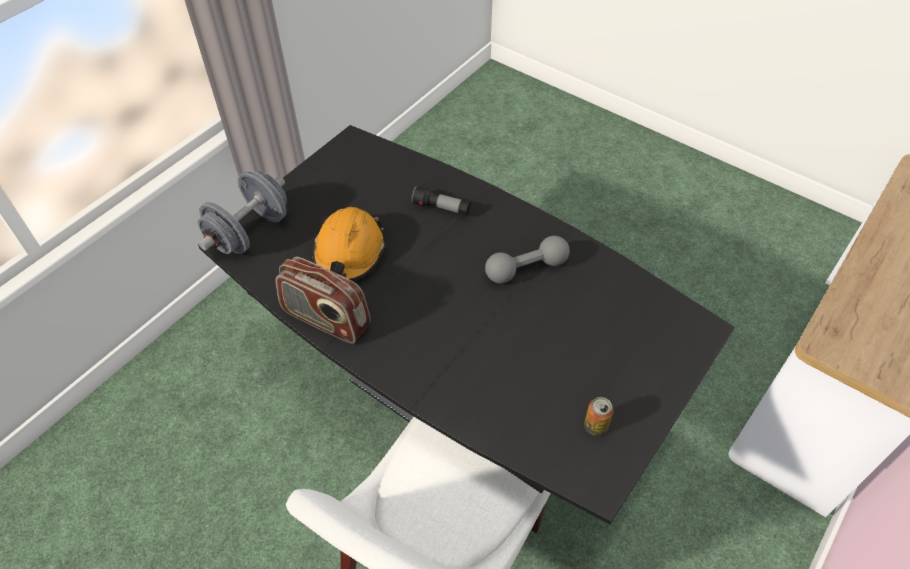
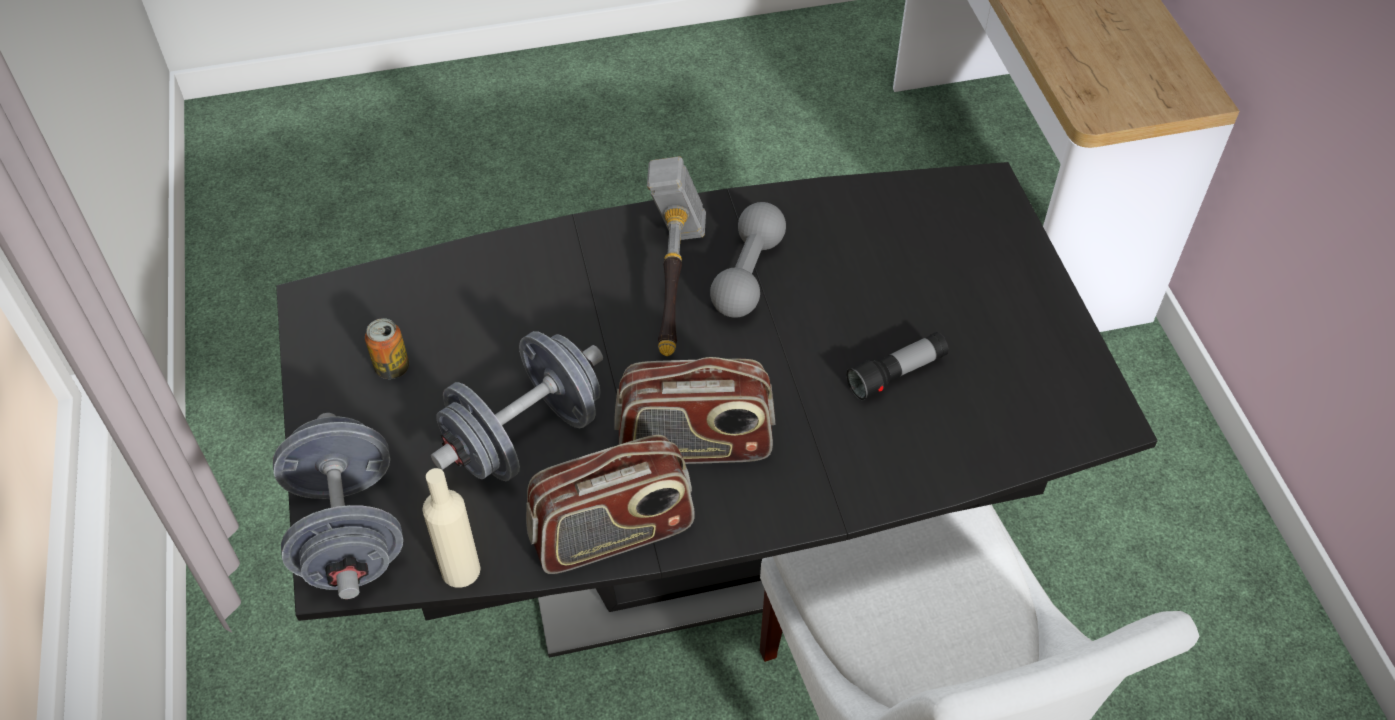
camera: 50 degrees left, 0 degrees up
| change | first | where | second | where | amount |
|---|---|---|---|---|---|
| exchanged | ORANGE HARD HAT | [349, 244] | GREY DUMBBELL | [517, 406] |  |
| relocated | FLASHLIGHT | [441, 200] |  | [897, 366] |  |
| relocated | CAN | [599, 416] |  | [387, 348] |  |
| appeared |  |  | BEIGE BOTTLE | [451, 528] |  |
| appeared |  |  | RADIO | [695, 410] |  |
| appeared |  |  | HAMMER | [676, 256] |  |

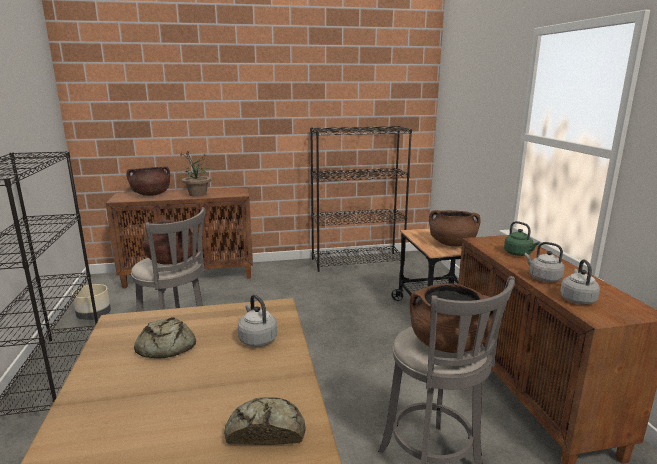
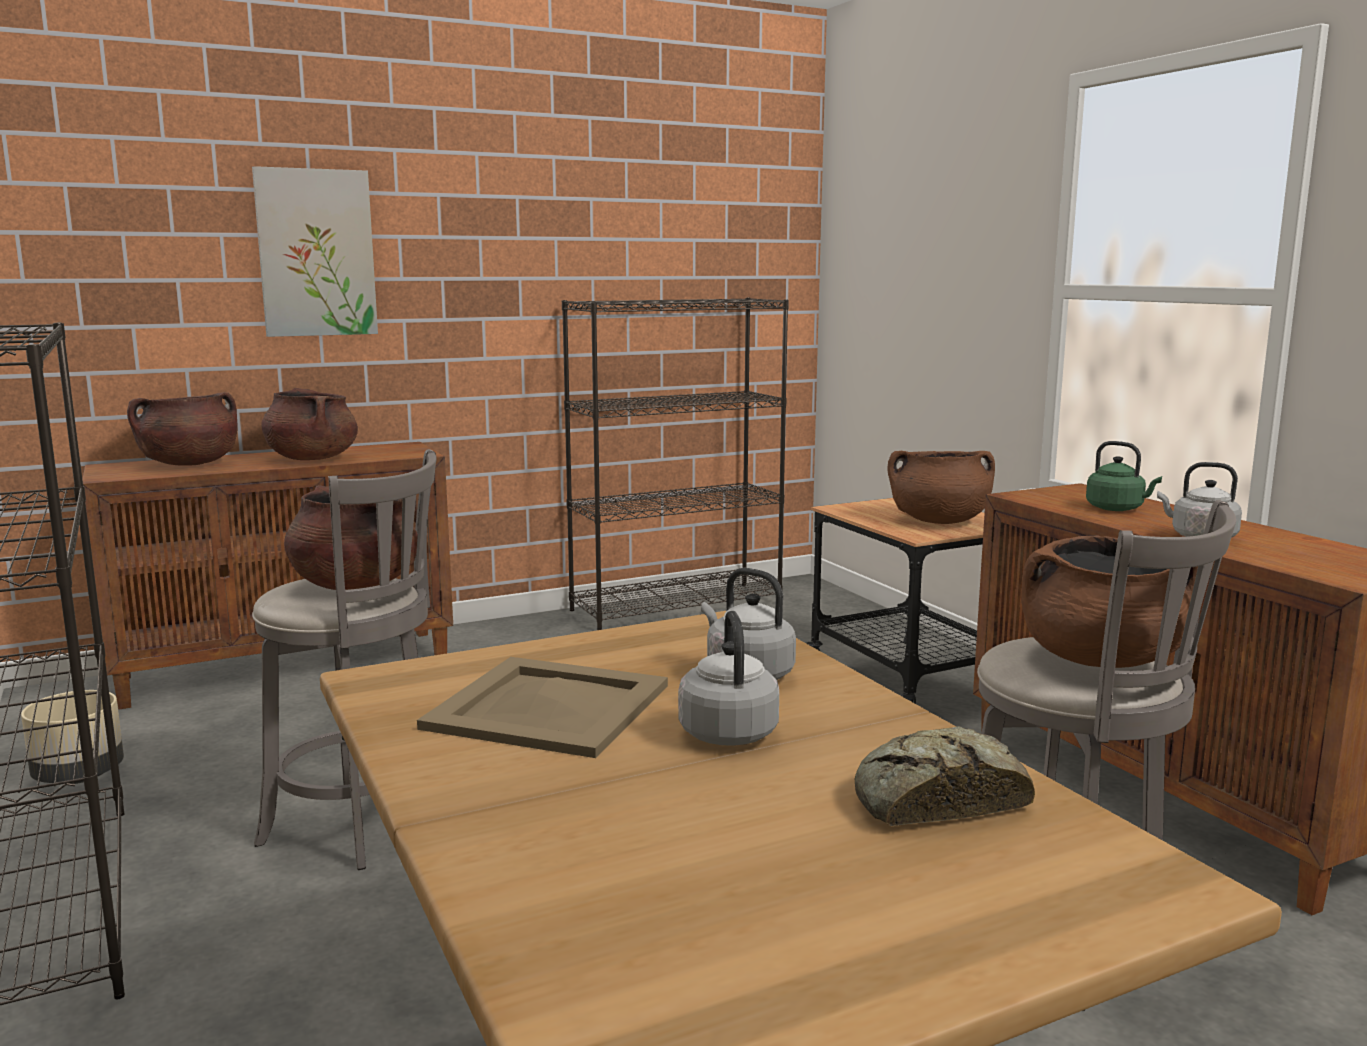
camera: 15 degrees left, 5 degrees down
| change | first | where | second | where | amount |
|---|---|---|---|---|---|
| exchanged | BREAD | [165, 338] | BEIGE TRAY | [542, 707] |  |
| exchanged | POTTED PLANT | [194, 174] | BROWN COOKING POT | [309, 424] |  |
| relocated | GREY KETTLE | [580, 282] |  | [728, 678] |  |
| appeared |  |  | PICTURE | [315, 251] |  |

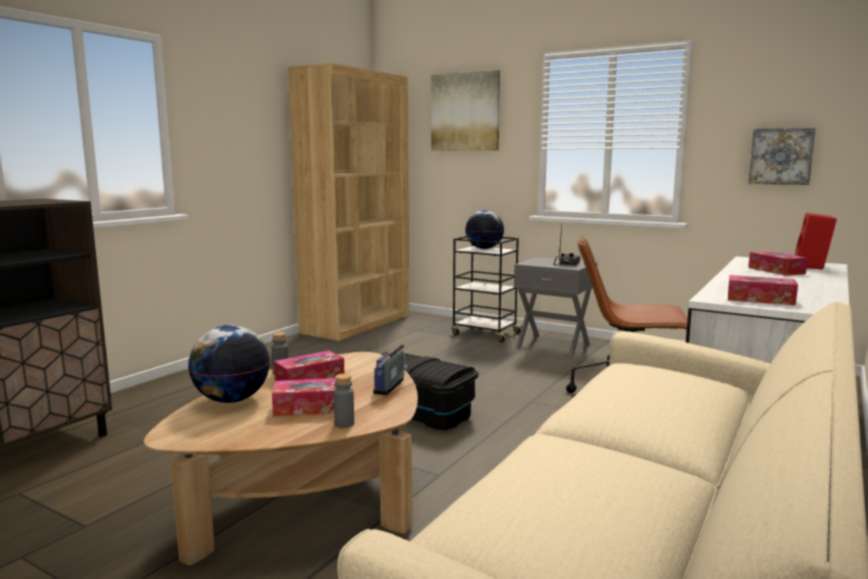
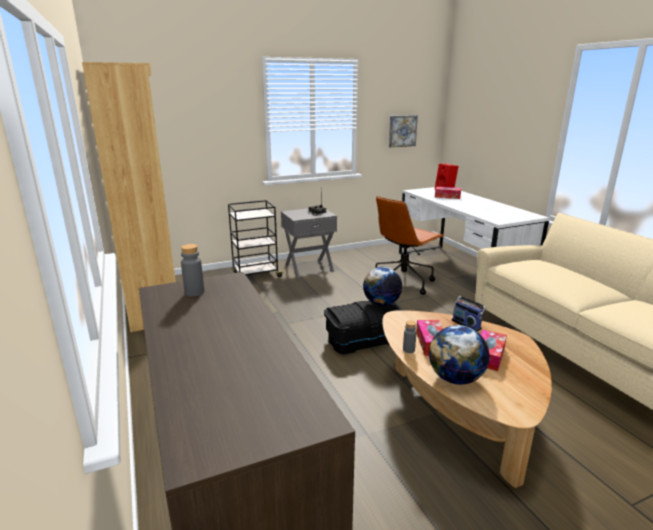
camera: 55 degrees left, 10 degrees up
| change | first | where | second | where | amount |
|---|---|---|---|---|---|
| relocated | GREY BOTTLE | [344, 401] |  | [192, 270] |  |
| missing | PICTURE | [465, 110] |  |  |  |
| relocated | GLOBE | [484, 229] |  | [383, 286] |  |
| missing | TISSUE BOX | [763, 290] |  |  |  |

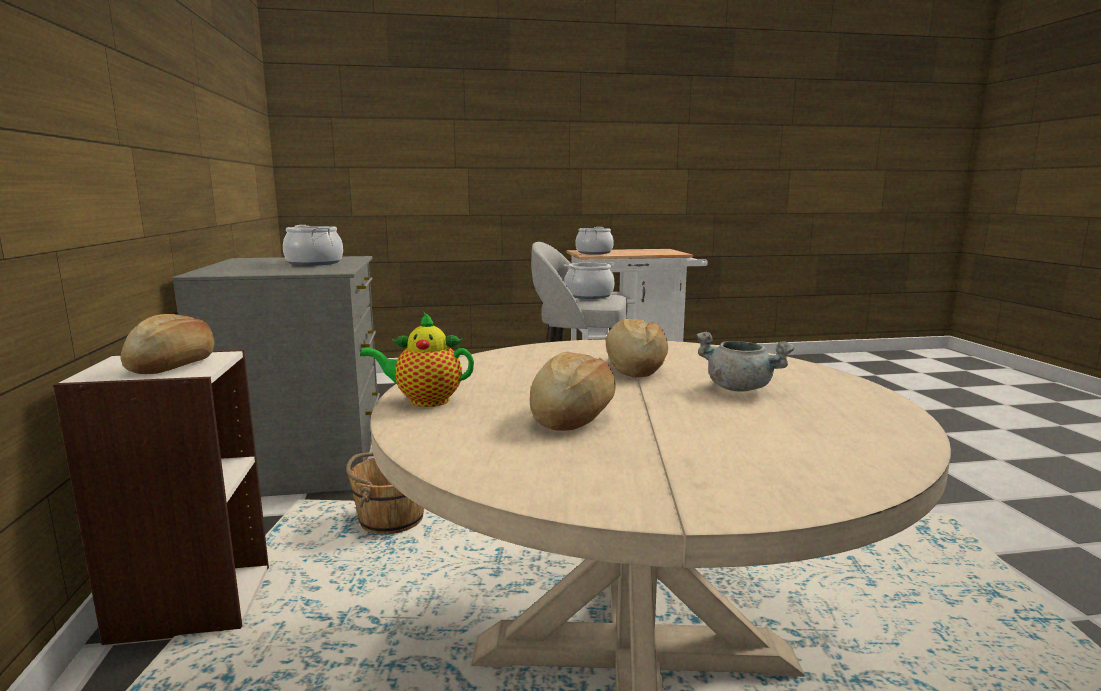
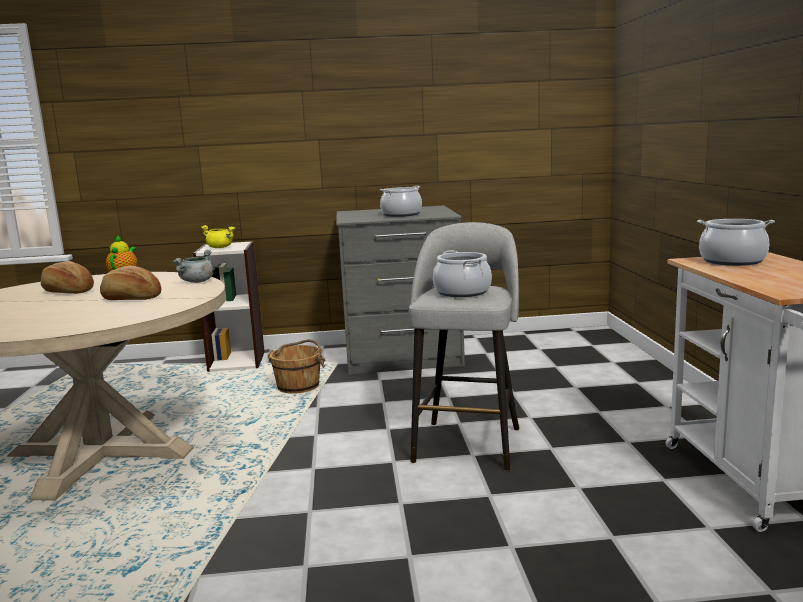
camera: 95 degrees right, 0 degrees up
| change | first | where | second | where | amount |
|---|---|---|---|---|---|
| exchanged | BREAD | [167, 344] | YELLOW COOKING POT | [218, 236] |  |
| relocated | GREY COOKING POT | [745, 362] |  | [193, 266] |  |

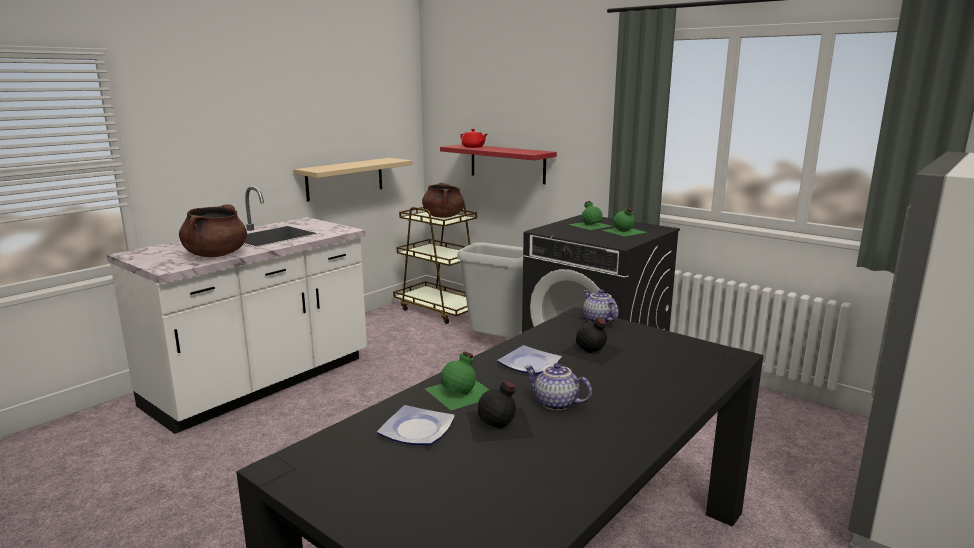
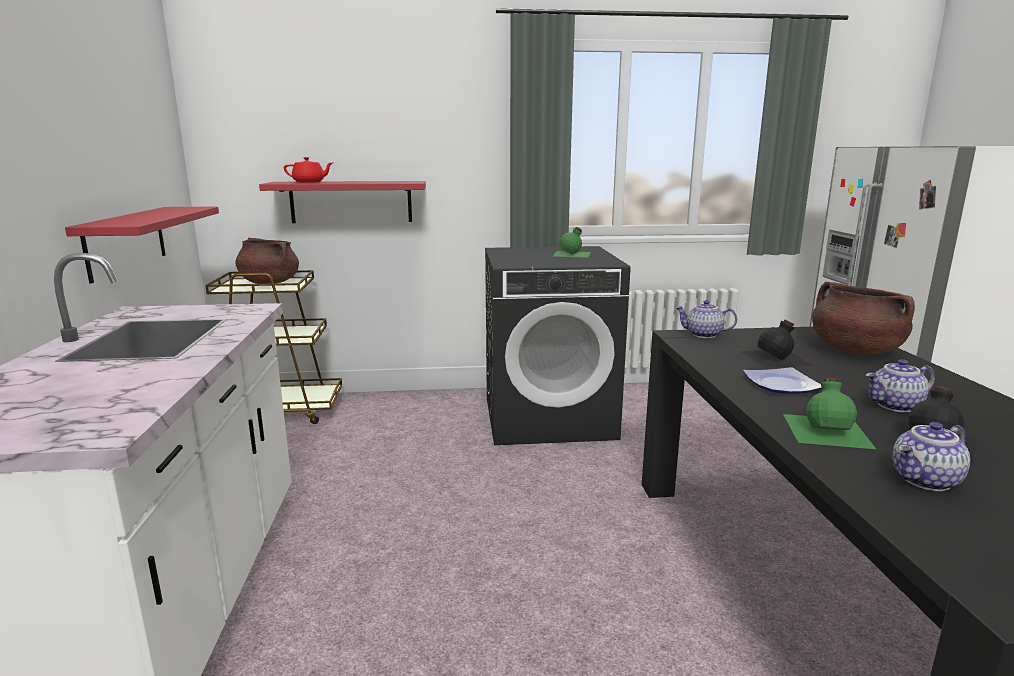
camera: 45 degrees left, 0 degrees up
| change | first | where | second | where | amount |
|---|---|---|---|---|---|
| relocated | BROWN COOKING POT | [213, 231] |  | [863, 317] |  |
| colour | BEIGE SHELF | [353, 180] | RED SHELF | [142, 245] |  |
| exchanged | PLATE | [416, 425] | TEAPOT | [931, 456] |  |
| missing | GREY TRASH CAN | [491, 290] |  |  |  |
| missing | GREEN BOTTLE | [589, 215] |  |  |  |

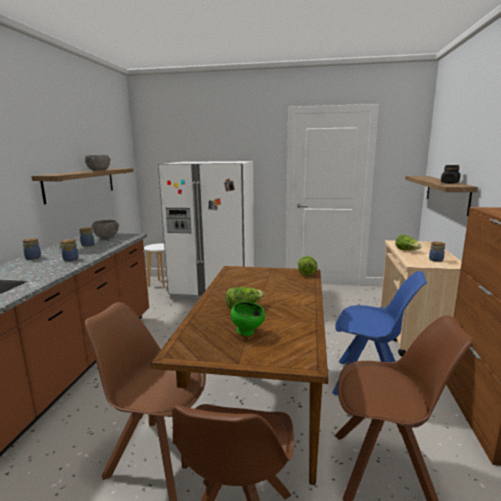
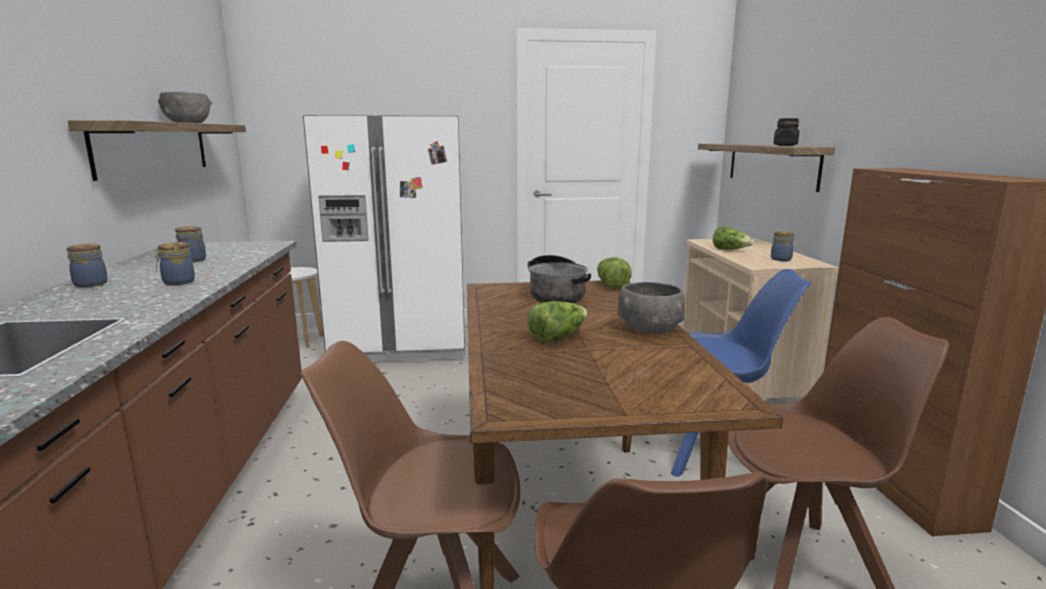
camera: 15 degrees left, 0 degrees up
| change | first | where | second | where | amount |
|---|---|---|---|---|---|
| relocated | GREY BOWL | [105, 229] |  | [651, 308] |  |
| missing | GREEN BOWL | [248, 318] |  |  |  |
| appeared |  |  | COOKING POT | [559, 279] |  |

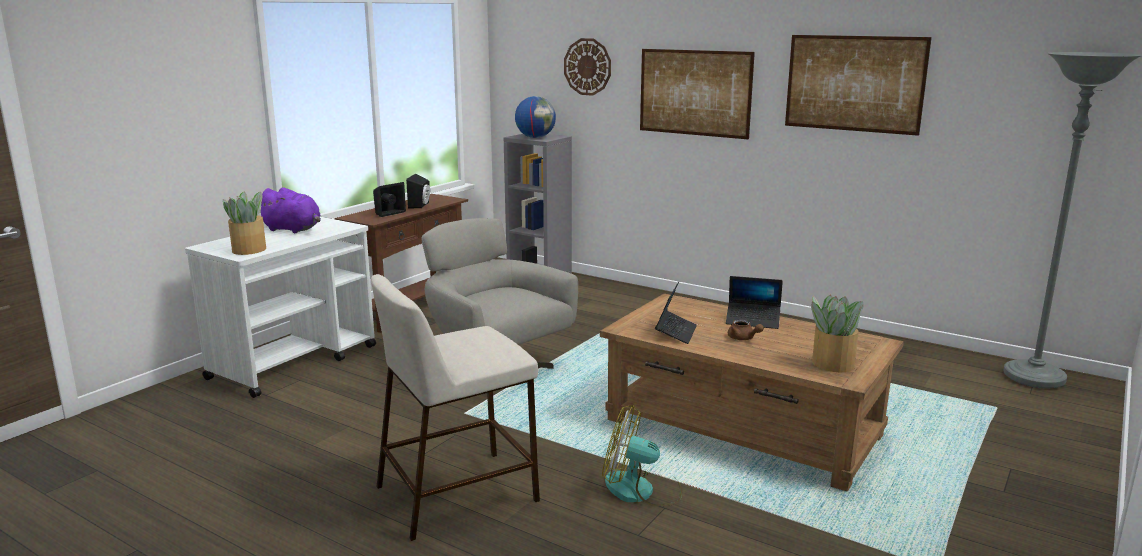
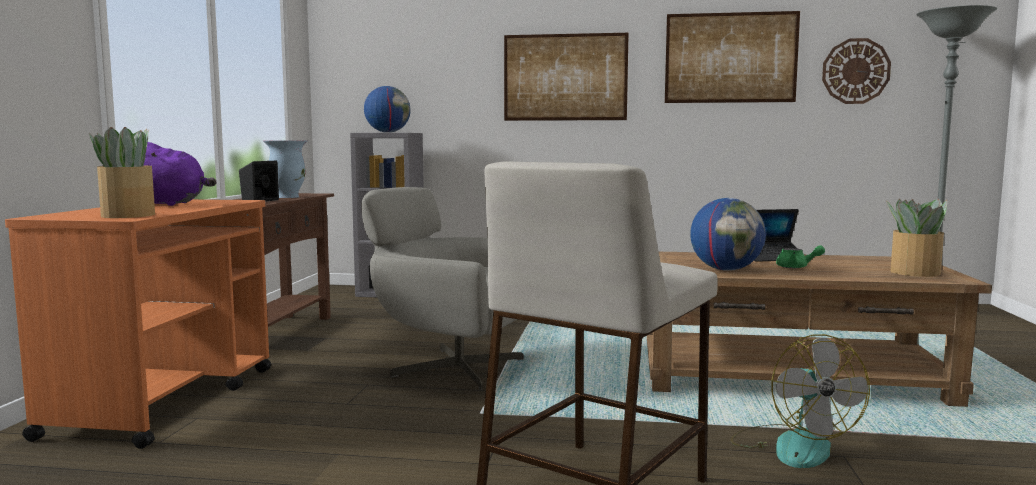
camera: 25 degrees left, 10 degrees down
| change | first | where | second | where | amount |
|---|---|---|---|---|---|
| colour | WHITE CART | [280, 307] | ORANGE CART | [138, 324] |  |
| exchanged | BLACK SPEAKER | [418, 191] | VASE | [285, 169] |  |
| relocated | WALL CLOCK | [587, 67] |  | [856, 71] |  |
| spun | FAN | [642, 456] |  | [800, 401] | 90 degrees counterclockwise |
| exchanged | LAPTOP | [676, 312] | GLOBE | [728, 234] |  |
| colour | BROWN TEAPOT | [746, 330] | GREEN TEAPOT | [800, 256] |  |

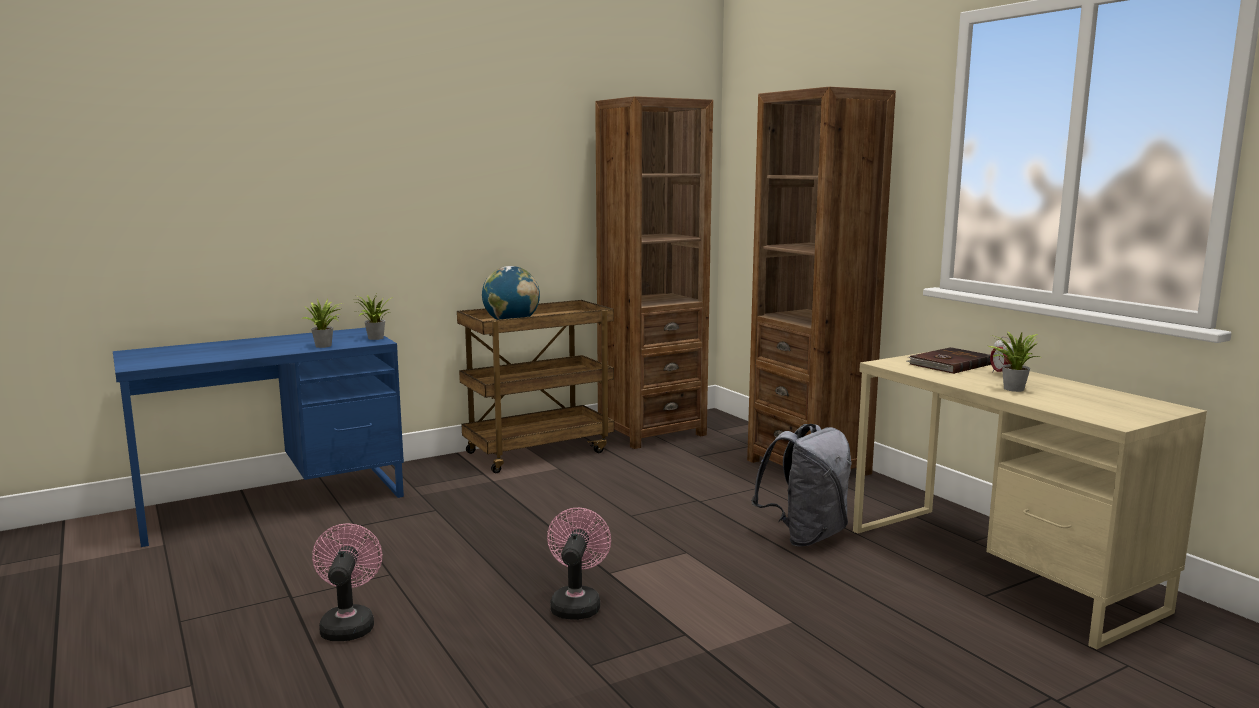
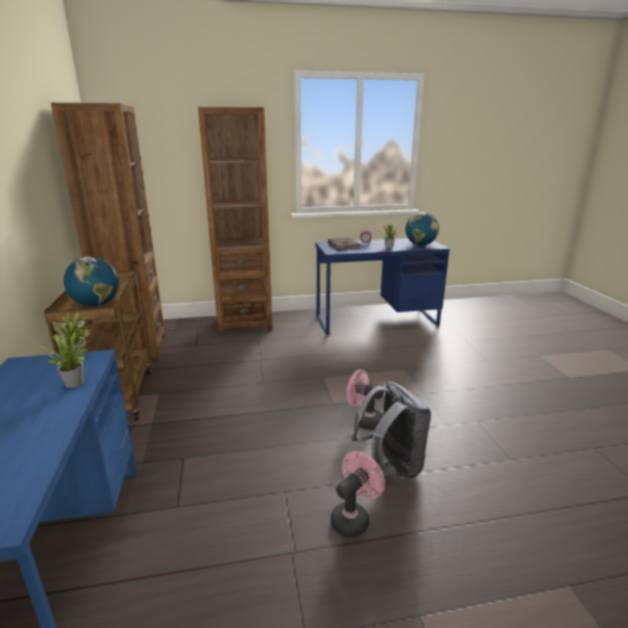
camera: 70 degrees left, 10 degrees up
| change | first | where | second | where | amount |
|---|---|---|---|---|---|
| spun | PINK FAN | [347, 582] |  | [358, 494] | 120 degrees clockwise |
| relocated | GREY BACKPACK | [801, 485] |  | [391, 430] |  |
| colour | BEIGE DESK | [1030, 501] | BLUE DESK | [382, 286] |  |
| appeared |  |  | GLOBE | [422, 229] |  |

